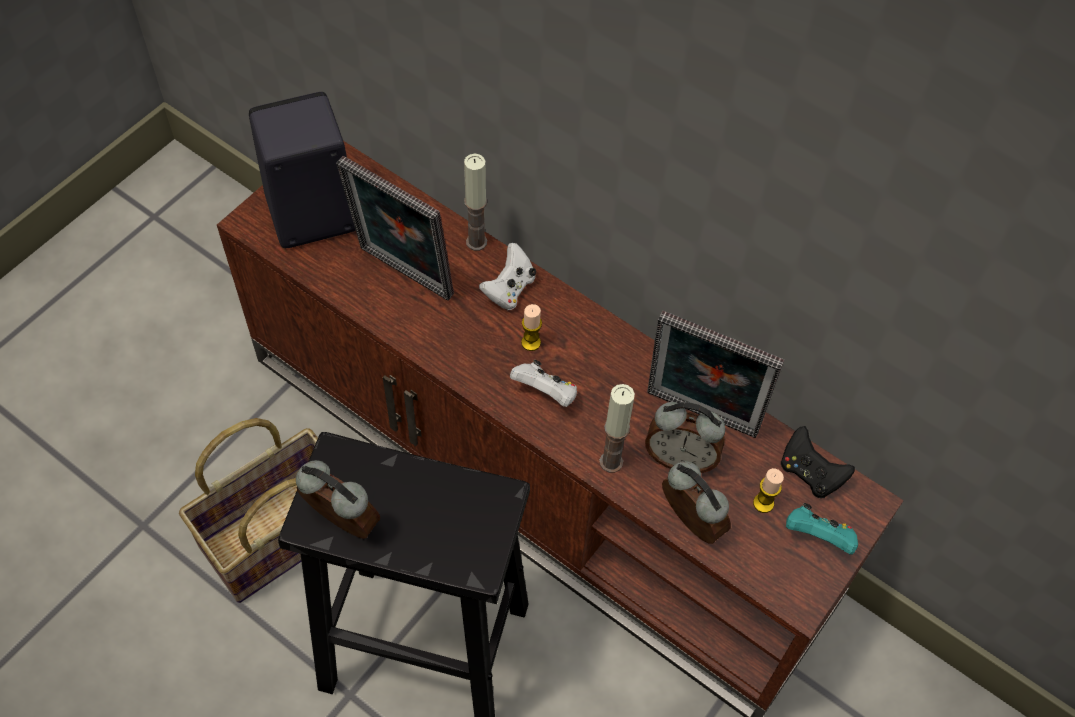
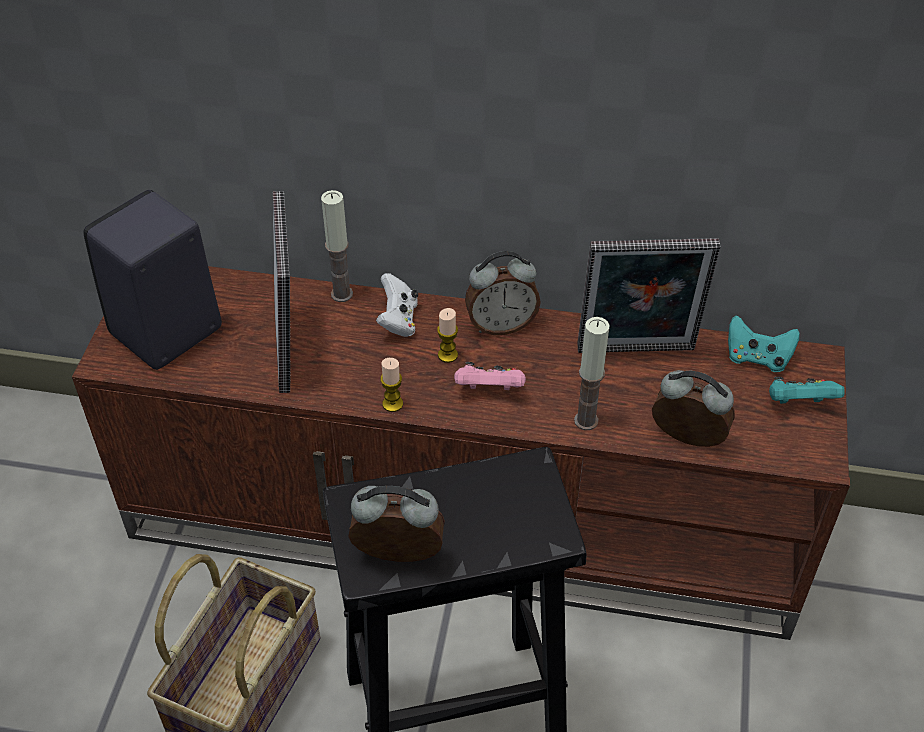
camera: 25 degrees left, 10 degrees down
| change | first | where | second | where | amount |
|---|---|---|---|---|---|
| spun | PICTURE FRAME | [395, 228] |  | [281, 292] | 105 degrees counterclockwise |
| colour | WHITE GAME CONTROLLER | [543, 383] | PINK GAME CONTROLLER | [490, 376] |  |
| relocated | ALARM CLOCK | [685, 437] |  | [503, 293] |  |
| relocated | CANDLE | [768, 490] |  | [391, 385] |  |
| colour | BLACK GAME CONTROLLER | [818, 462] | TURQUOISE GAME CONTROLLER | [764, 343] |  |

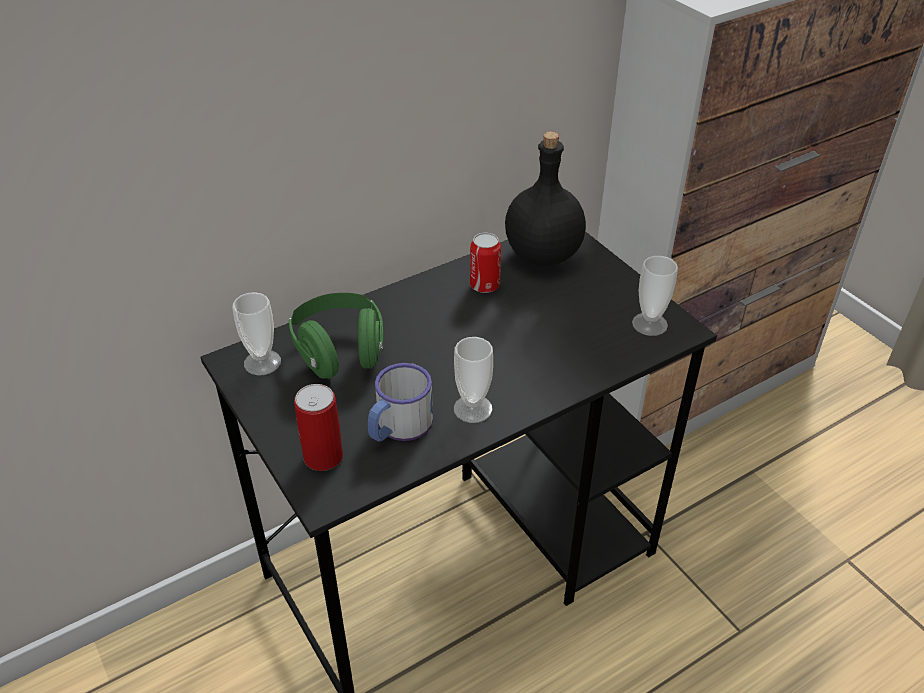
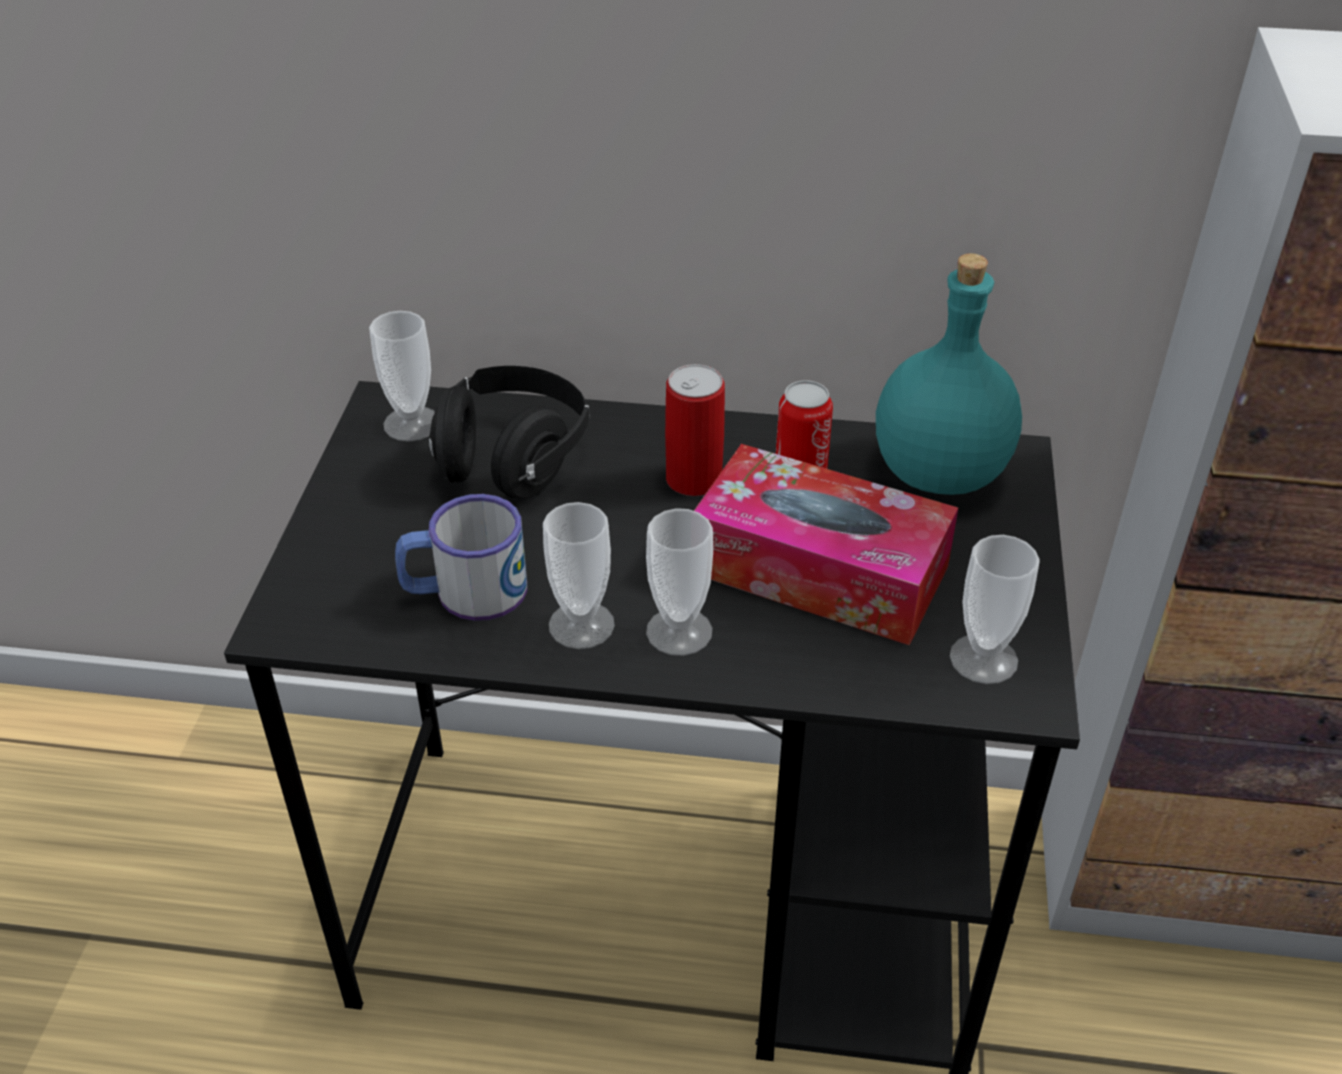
camera: 40 degrees right, 0 degrees up
| change | first | where | second | where | amount |
|---|---|---|---|---|---|
| colour | GREEN HEADPHONES | [336, 336] | BLACK HEADPHONES | [509, 432] |  |
| relocated | CAN | [318, 427] |  | [695, 430] |  |
| colour | BLACK BOTTLE | [545, 198] | TURQUOISE BOTTLE | [949, 374] |  |
| appeared |  |  | CUP | [679, 582] |  |
| appeared |  |  | TISSUE BOX | [826, 544] |  |

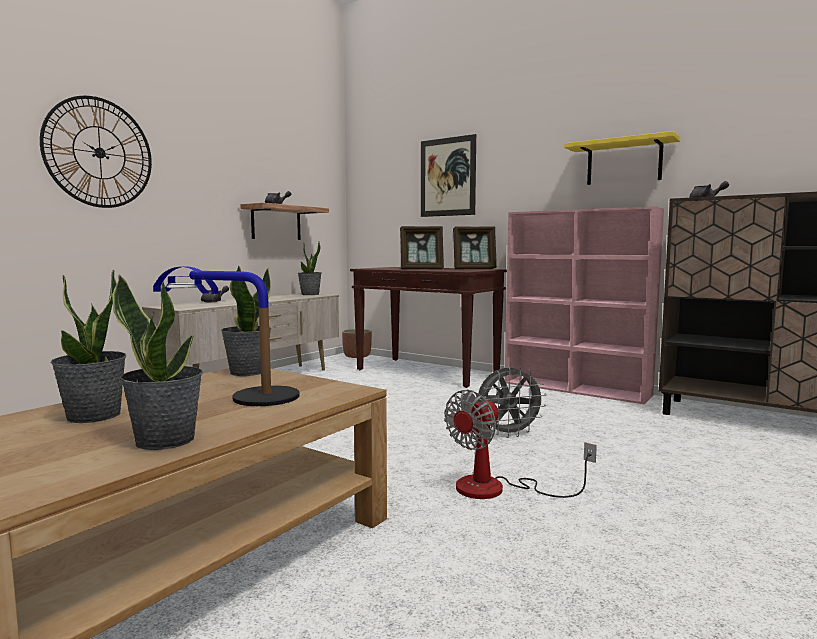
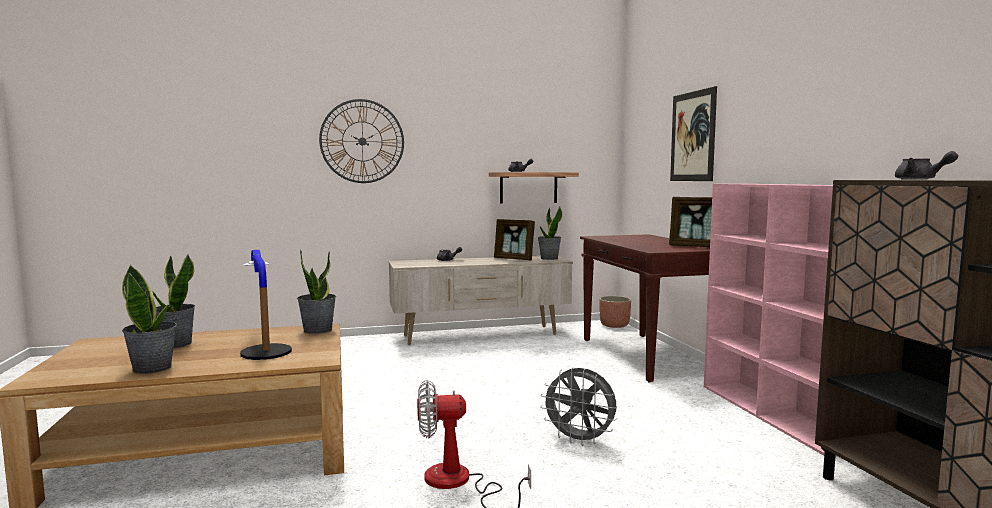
camera: 40 degrees right, 0 degrees up
| change | first | where | second | where | amount |
|---|---|---|---|---|---|
| relocated | PICTURE FRAME | [422, 247] |  | [514, 239] |  |
| missing | YELLOW SHELF | [622, 158] |  |  |  |

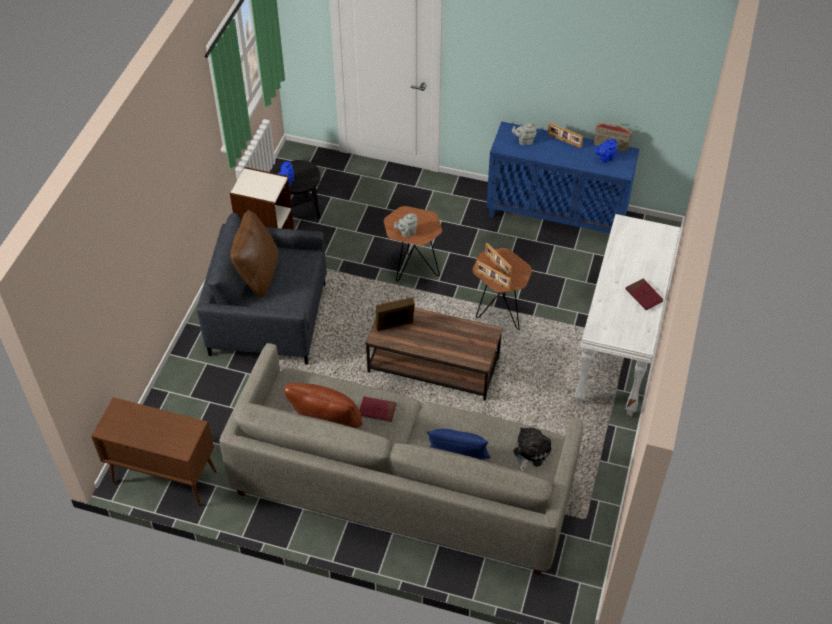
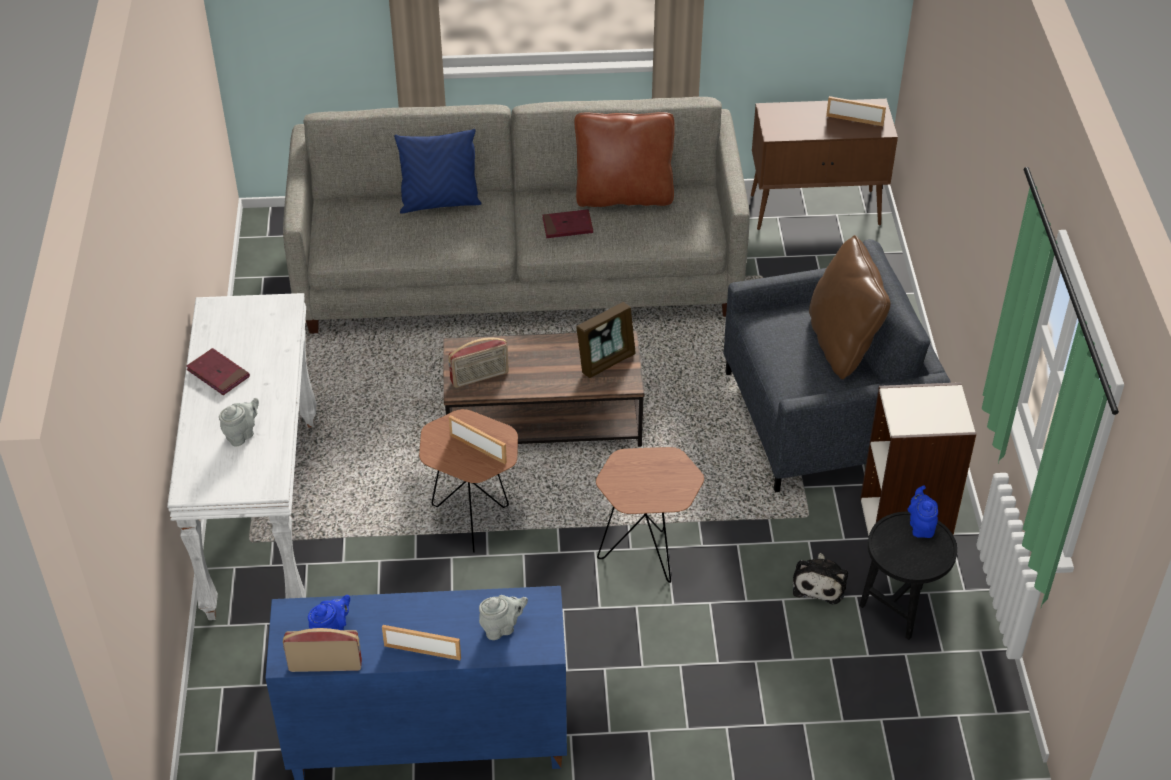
camera: 160 degrees right, 5 degrees down
| change | first | where | second | where | amount |
|---|---|---|---|---|---|
| relocated | GREY TEAPOT | [405, 225] |  | [239, 422] |  |
| relocated | PICTURE FRAME | [493, 275] |  | [856, 111] |  |
| relocated | PLUSH TOY | [533, 449] |  | [820, 578] |  |
| appeared |  |  | RADIO | [478, 363] |  |

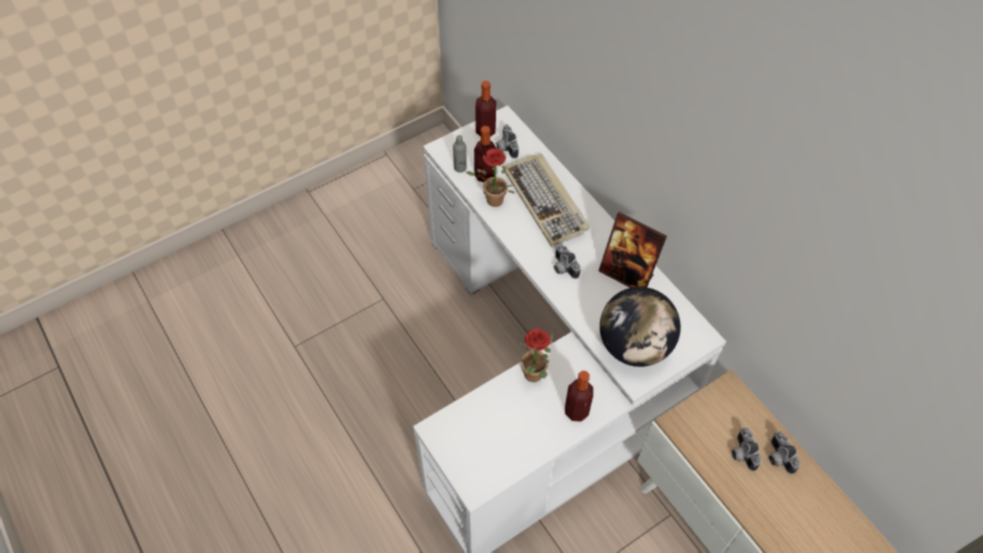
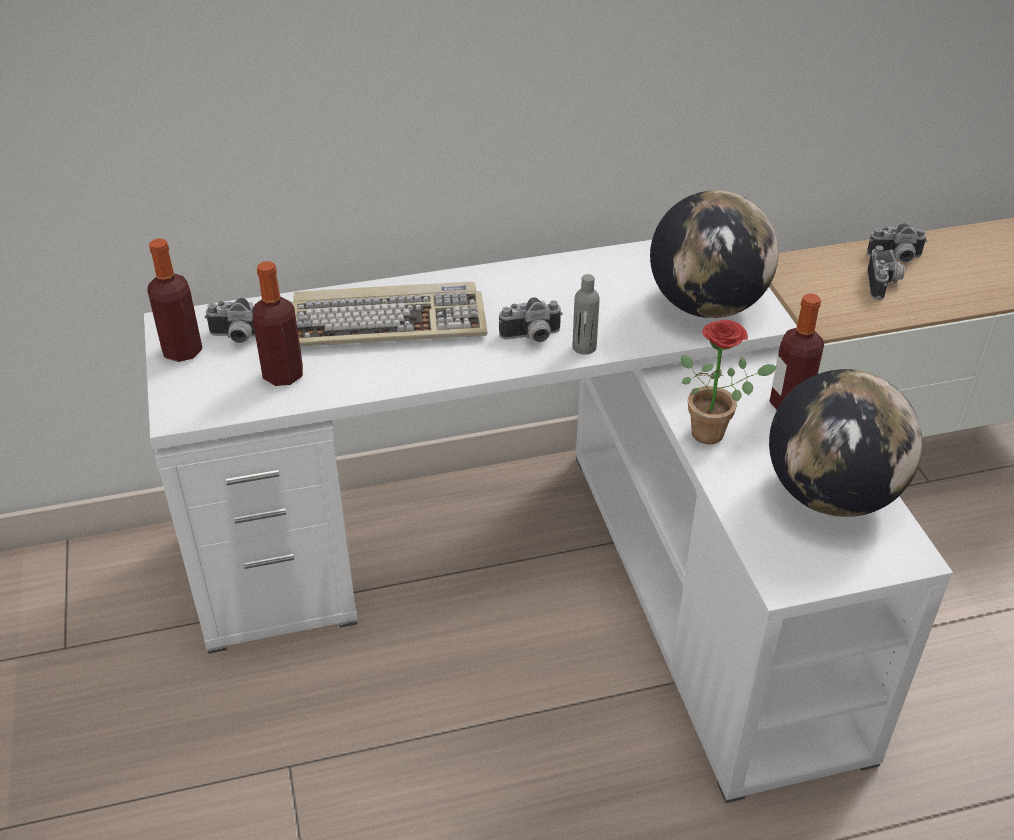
camera: 70 degrees left, 15 degrees down
| change | first | where | second | where | amount |
|---|---|---|---|---|---|
| relocated | GREY BOTTLE | [460, 154] |  | [586, 314] |  |
| missing | POTTED PLANT | [490, 177] |  |  |  |
| missing | PICTURE FRAME | [633, 250] |  |  |  |
| spun | PHOTO CAMERA | [746, 449] |  | [886, 273] | 90 degrees counterclockwise |
| appeared |  |  | GLOBE | [845, 443] |  |

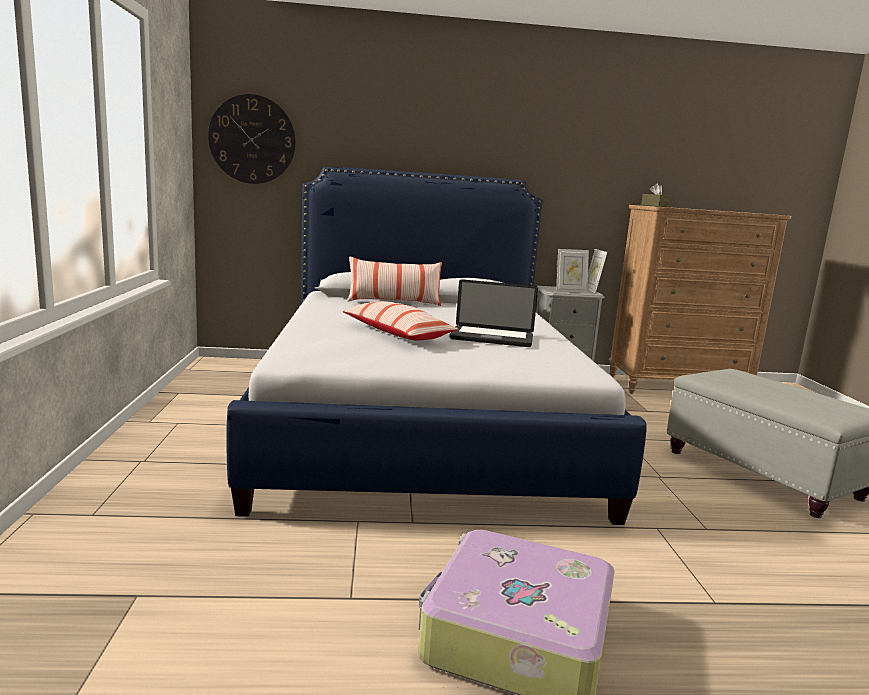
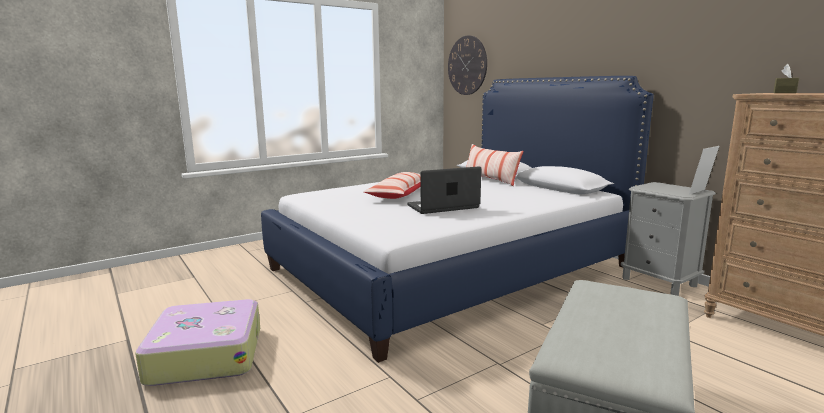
camera: 60 degrees right, 0 degrees up
| change | first | where | second | where | amount |
|---|---|---|---|---|---|
| spun | LAPTOP | [493, 313] |  | [444, 190] | 90 degrees clockwise |
| missing | PICTURE FRAME | [572, 270] |  |  |  |

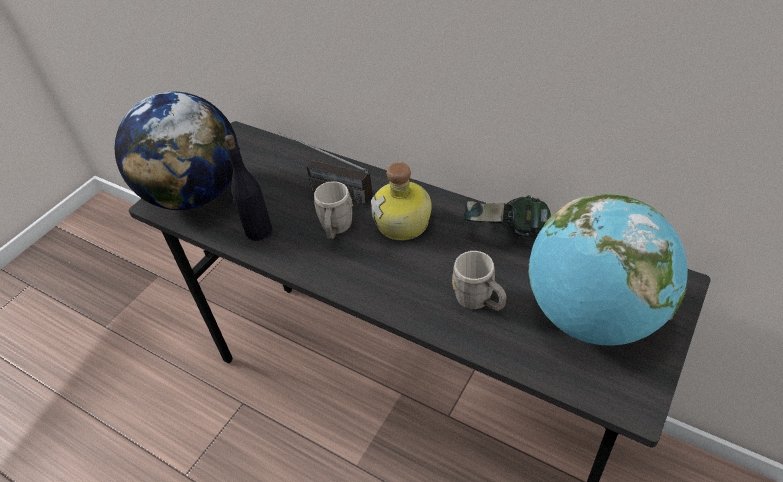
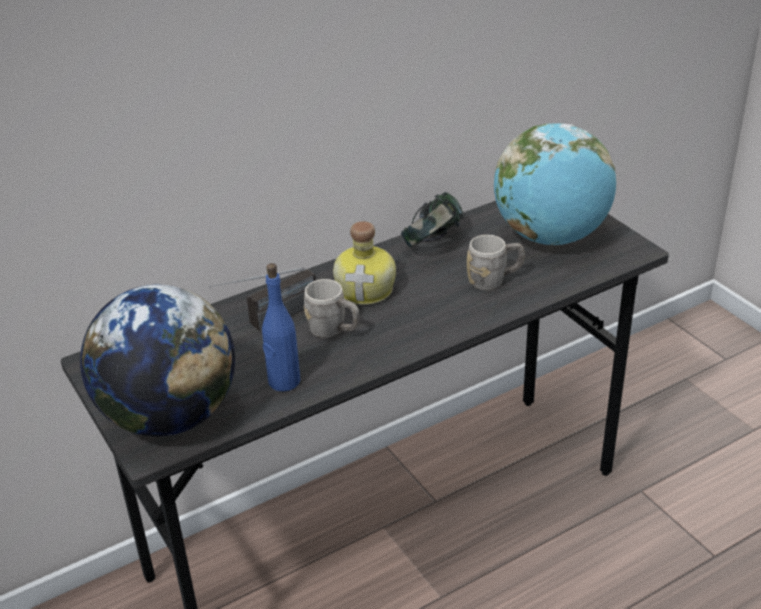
camera: 65 degrees left, 10 degrees down
| change | first | where | second | where | amount |
|---|---|---|---|---|---|
| colour | BLACK BOTTLE | [248, 188] | BLUE BOTTLE | [281, 327] |  |

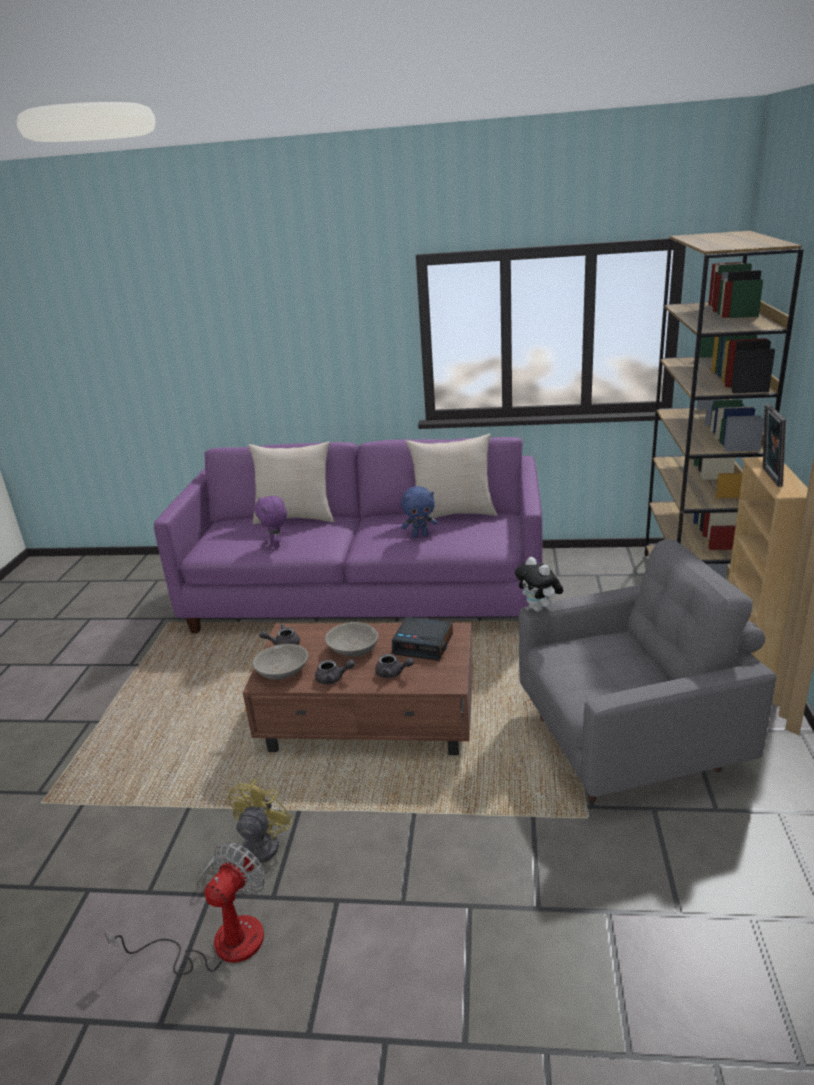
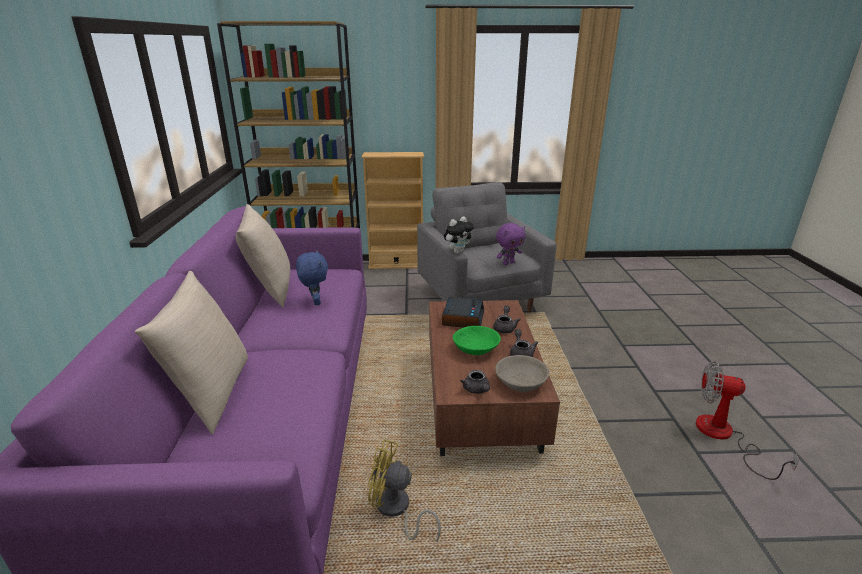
camera: 100 degrees left, 0 degrees up
| change | first | where | second | where | amount |
|---|---|---|---|---|---|
| relocated | YELLOW FAN | [245, 833] |  | [404, 490] |  |
| relocated | PURPLE PLUSH TOY | [270, 522] |  | [510, 244] |  |
| colour | GREY BOWL | [352, 639] | GREEN BOWL | [477, 340] |  |
| missing | PICTURE FRAME | [774, 445] |  |  |  |

